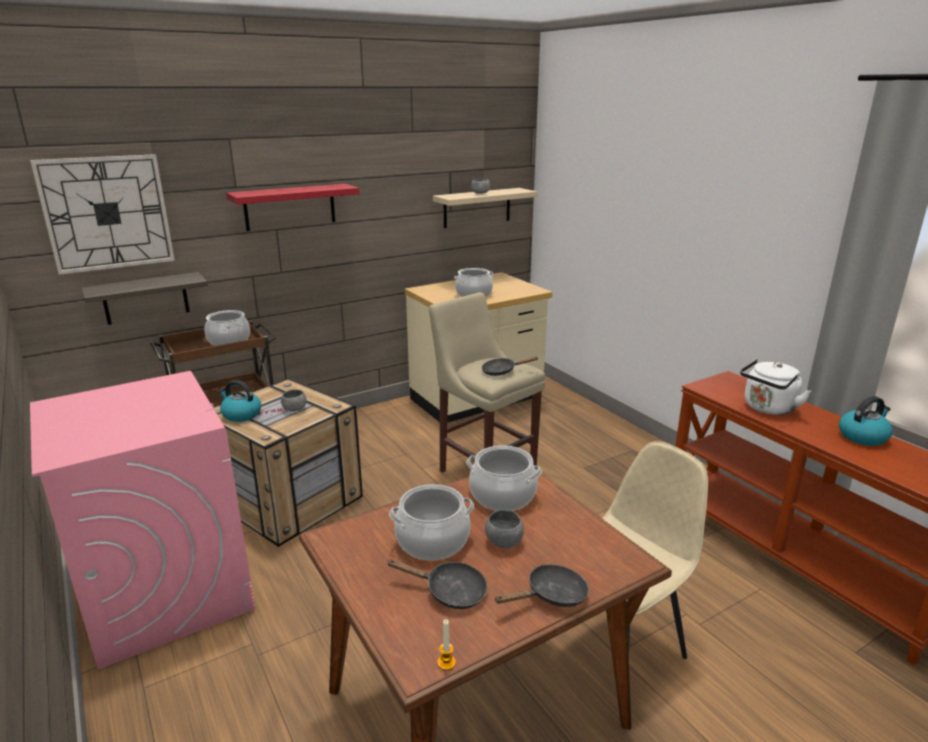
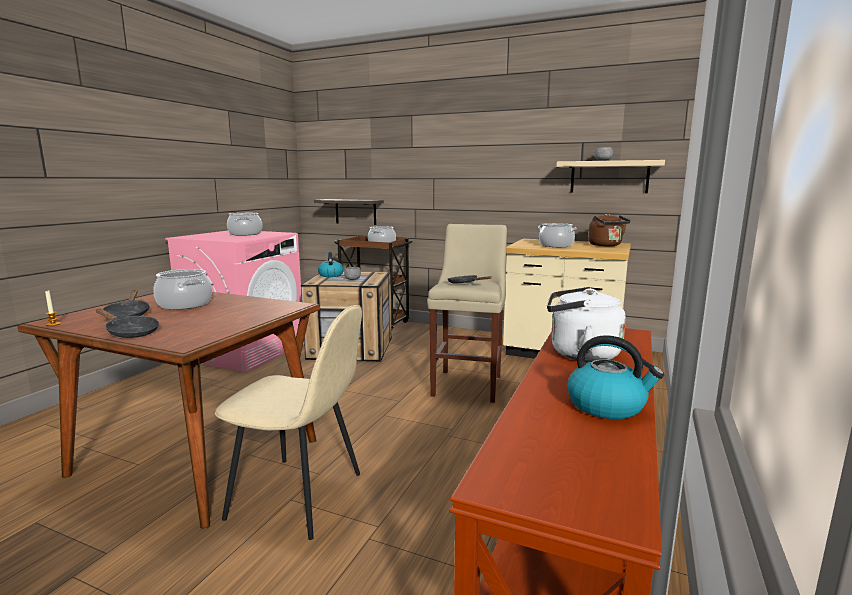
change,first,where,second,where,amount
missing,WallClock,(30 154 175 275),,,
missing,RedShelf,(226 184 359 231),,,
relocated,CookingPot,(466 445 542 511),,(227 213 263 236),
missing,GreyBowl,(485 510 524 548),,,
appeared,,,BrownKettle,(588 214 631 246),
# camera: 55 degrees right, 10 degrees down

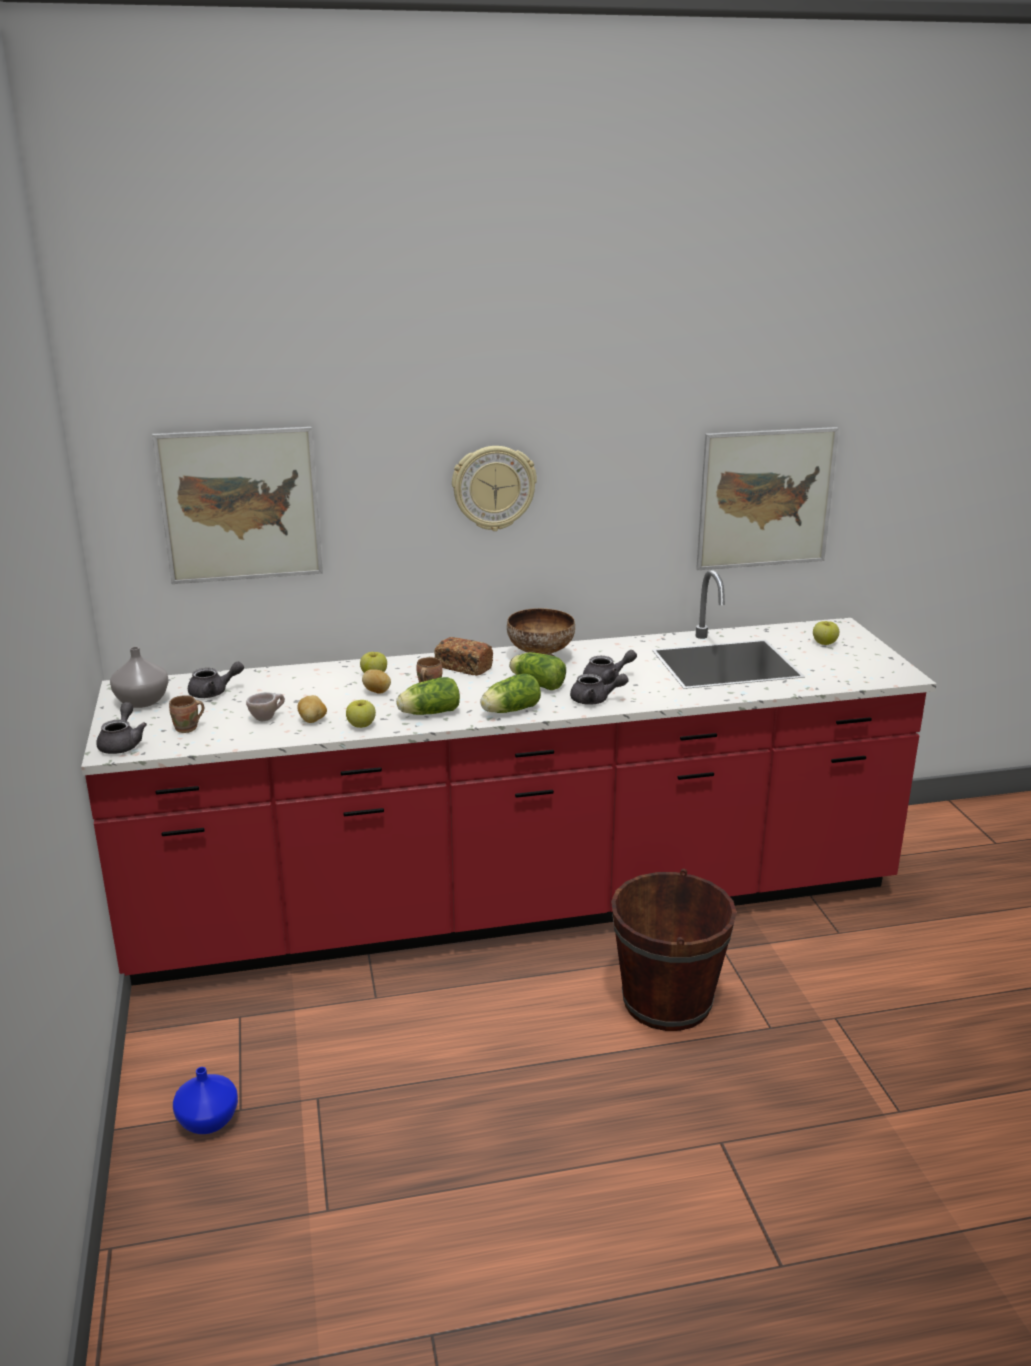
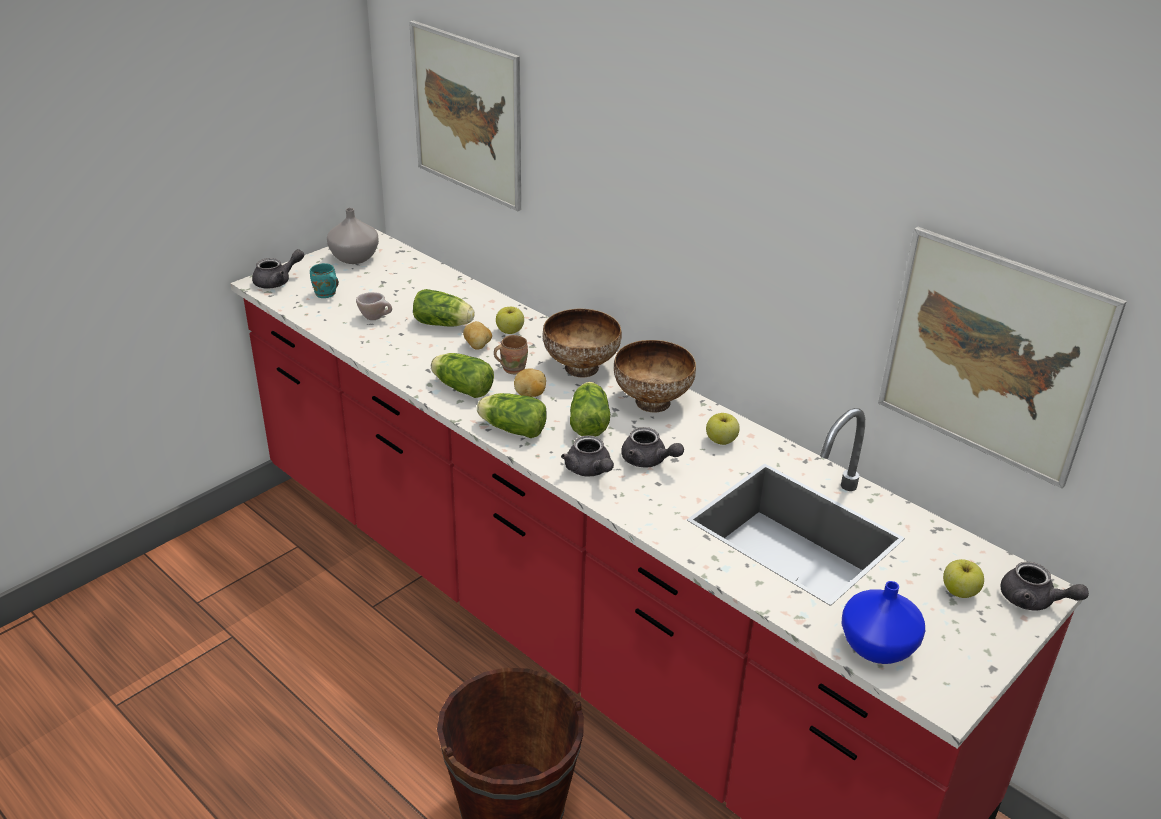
change,first,where,second,where,amount
missing,WallClock,(452 446 537 531),,,
exchanged,Bread,(434 637 493 676),Bowl,(543 309 622 377),
relocated,GreyTeapot,(188 662 244 698),,(1001 562 1089 611),
colour,BrownMug,(169 695 204 733),TurquoiseMug,(310 263 339 298),
relocated,Potato,(297 695 327 723),,(514 369 546 397),
relocated,Apple,(346 700 376 728),,(706 413 740 445),
relocated,BlueVase,(173 1067 238 1134),,(842 581 925 664),
appeared,,,Lettuce,(413 289 475 326),
# camera: 55 degrees right, 10 degrees up

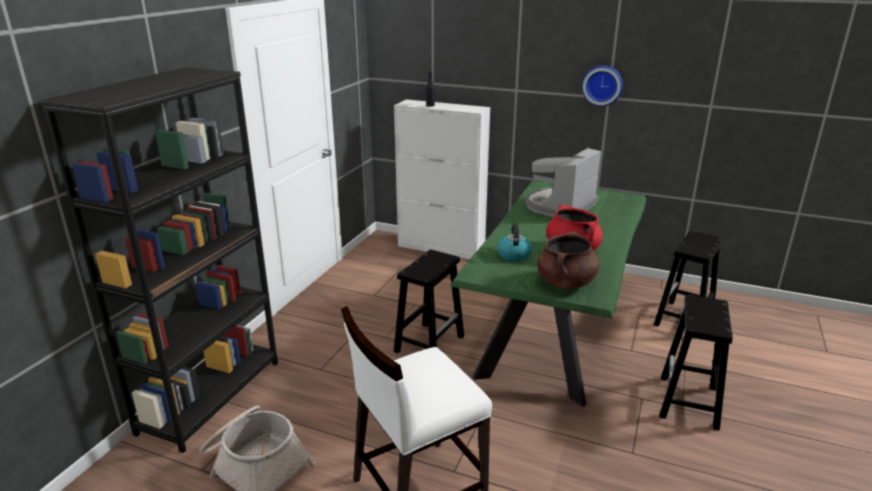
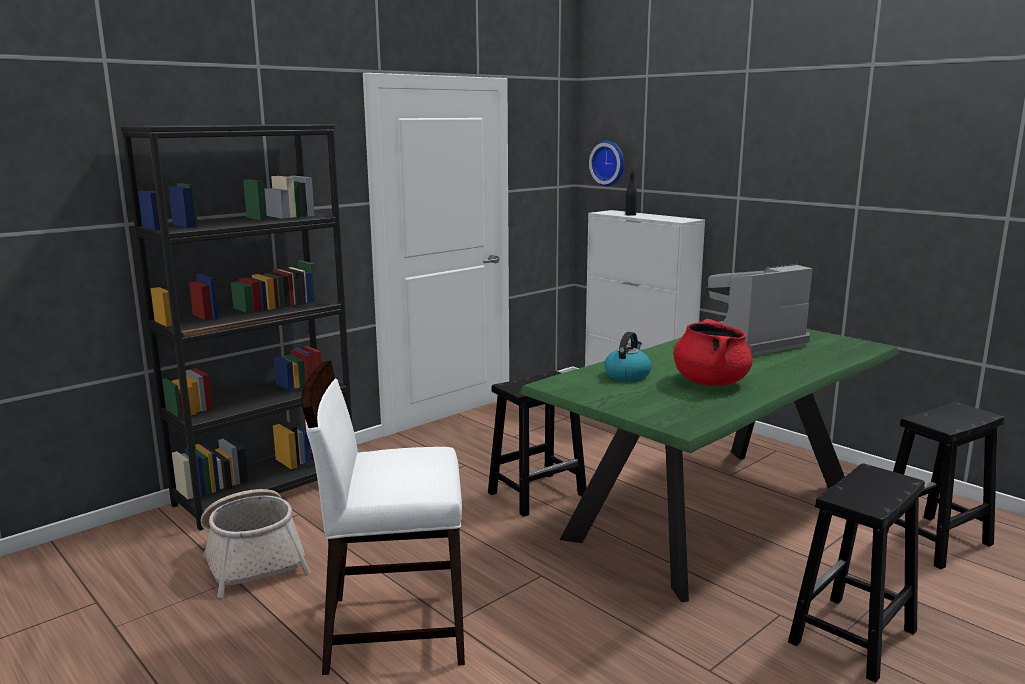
change,first,where,second,where,amount
relocated,WallClock,(582 65 623 106),,(589 141 624 186),
missing,BrownCookingPot,(537 232 599 289),,,
# camera: 25 degrees right, 10 degrees down

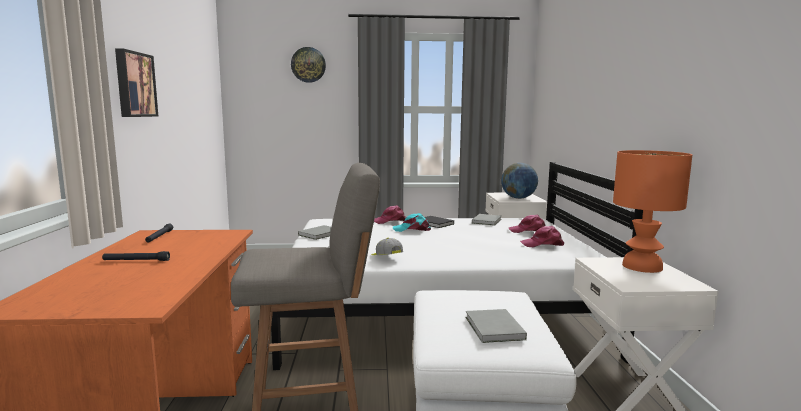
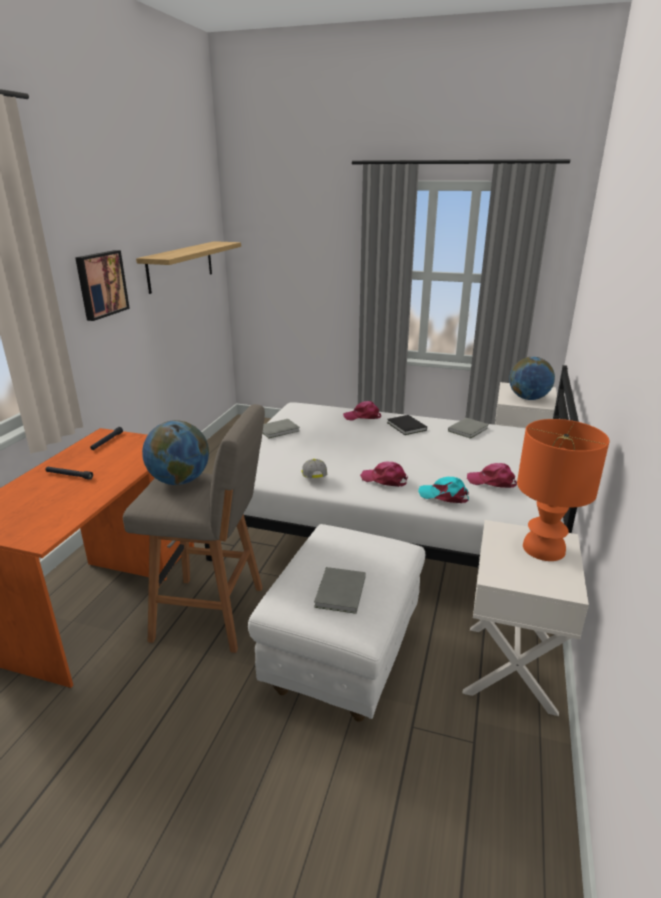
change,first,where,second,where,amount
missing,WallClock,(291 47 326 83),,,
relocated,TurquoiseCap,(393 213 431 232),,(418 477 469 503),
relocated,PinkCap,(508 215 546 233),,(360 461 408 487),
appeared,,,Shelf,(136 241 241 294),
appeared,,,Globe,(142 420 209 485),
# camera: 20 degrees right, 15 degrees up

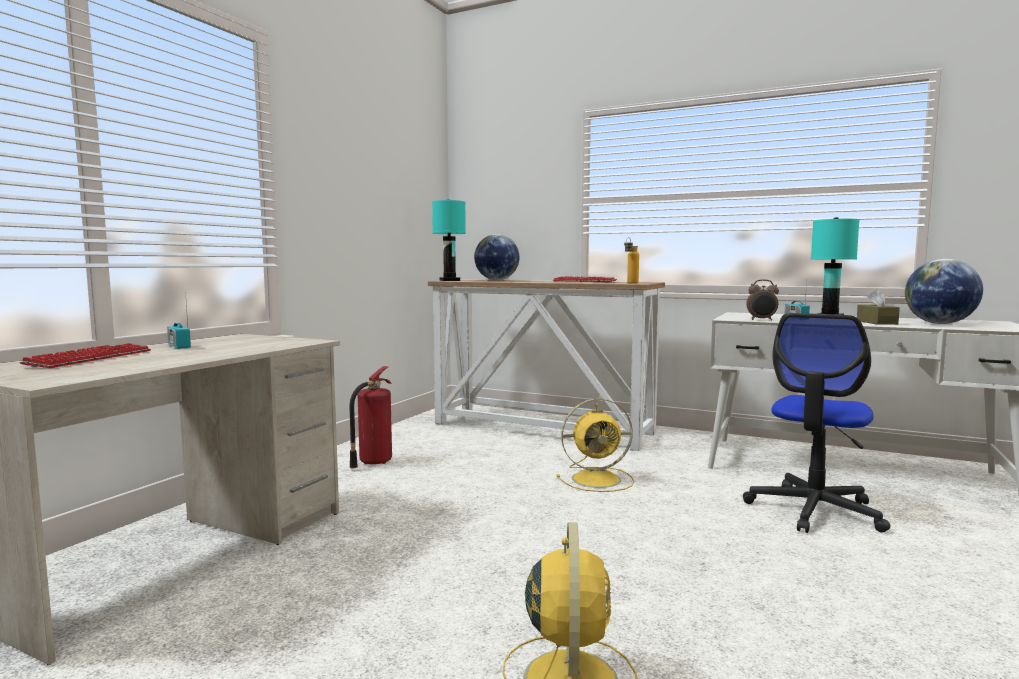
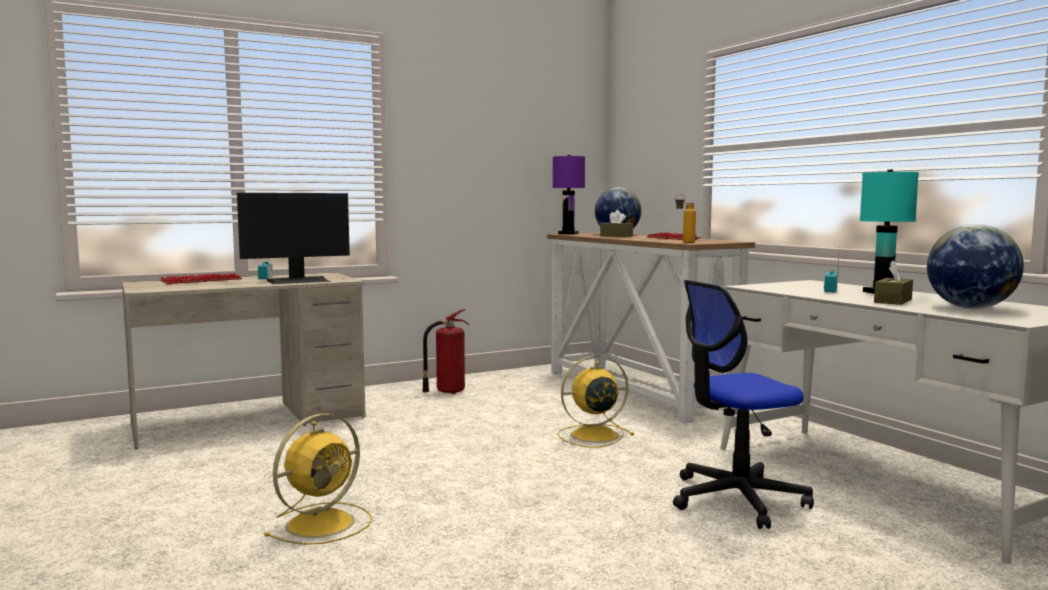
change,first,where,second,where,amount
colour,TurquoiseTableLamp,(432 200 466 281),PurpleTableLamp,(553 155 585 234),
missing,AlarmClock,(746 280 779 321),,,
spun,YellowFan,(556 398 634 492),,(558 355 635 448),135 degrees clockwise
appeared,,,Monitor,(237 193 350 284),
appeared,,,BrownTissueBox,(600 210 633 237),
# camera: 35 degrees right, 0 degrees up

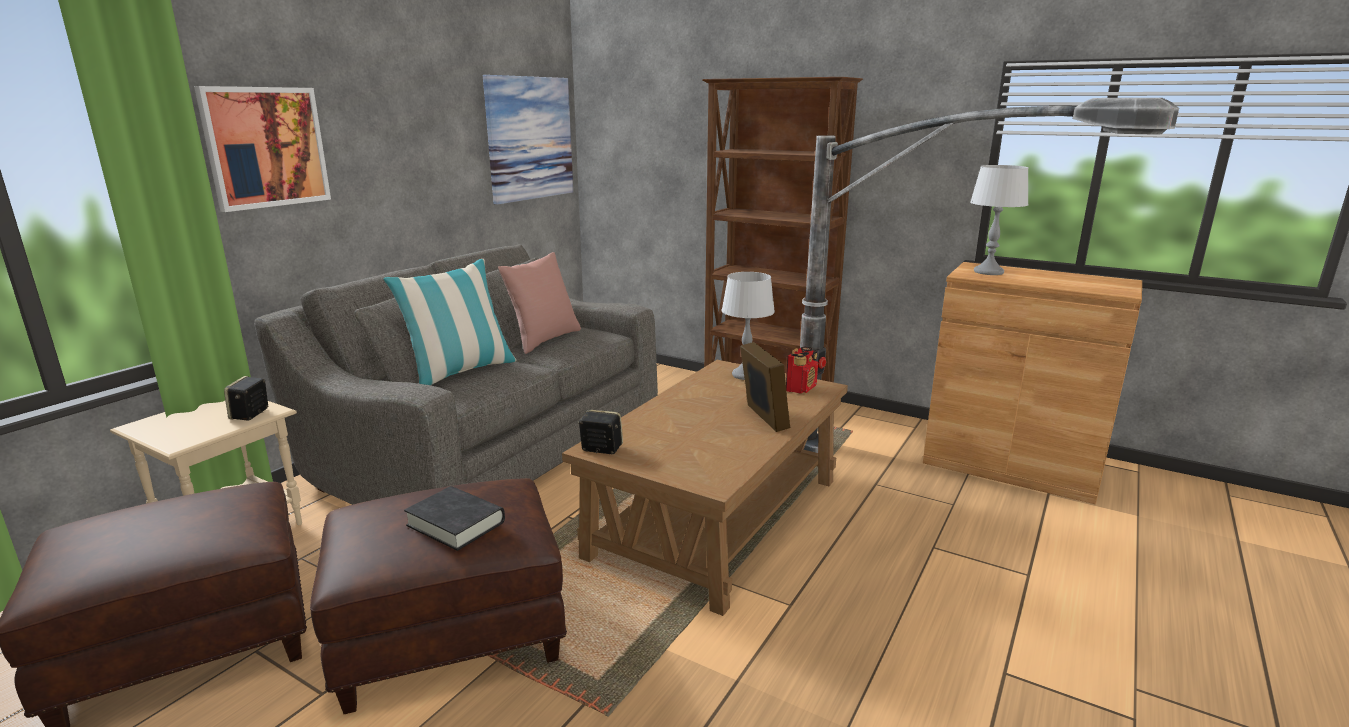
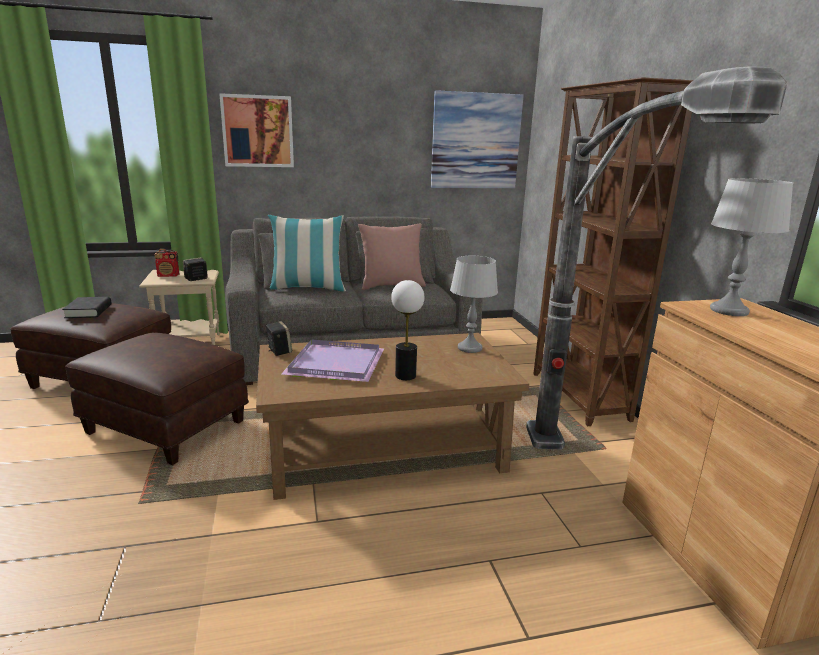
change,first,where,second,where,amount
exchanged,PictureFrame,(740 342 790 432),TableLamp,(391 280 424 380),
relocated,Radio,(786 346 818 394),,(154 249 179 277),
relocated,BlackBook,(404 486 505 551),,(62 297 112 318),
appeared,,,PurpleTray,(281 339 385 382),
# camera: 45 degrees right, 0 degrees up

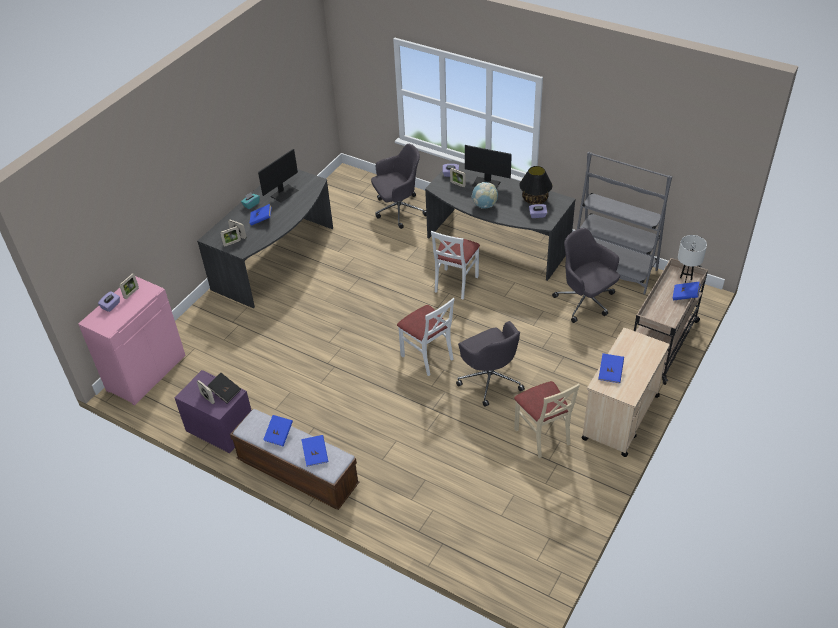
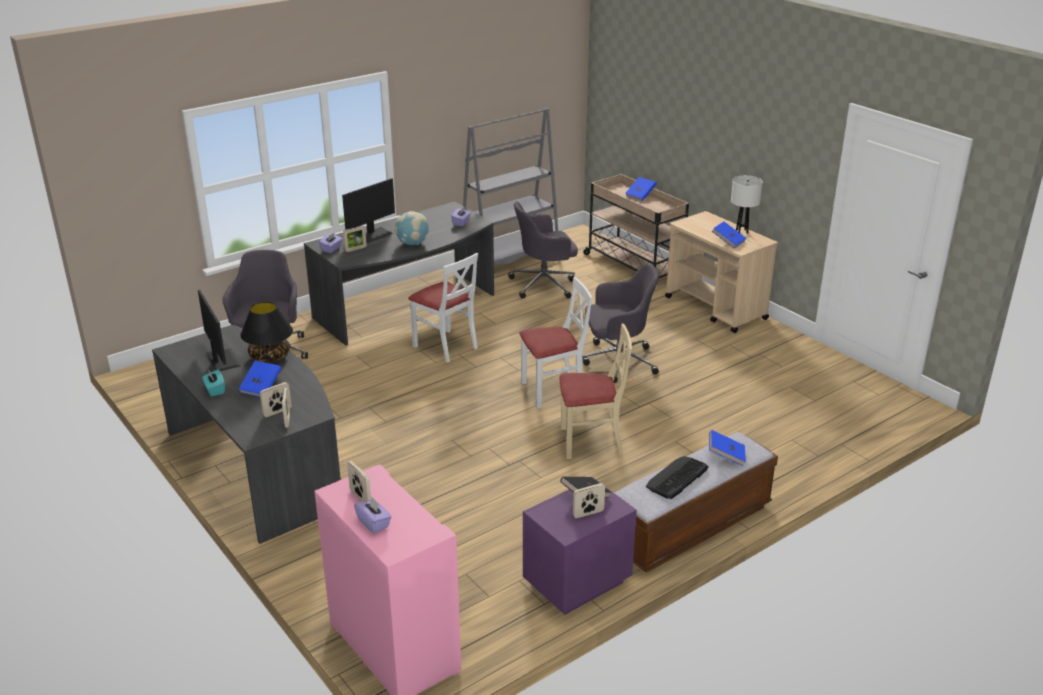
change,first,where,second,where,amount
relocated,BlackTableLamp,(519 166 552 205),,(240 302 293 363),
relocated,WhiteTableLamp,(678 235 707 283),,(731 175 763 234),
relocated,BeigeChair,(514 381 580 458),,(560 324 632 459),
exchanged,BlueBook,(263 415 293 446),Keyboard,(646 456 708 499),
# camera: 70 degrees left, 15 degrees down

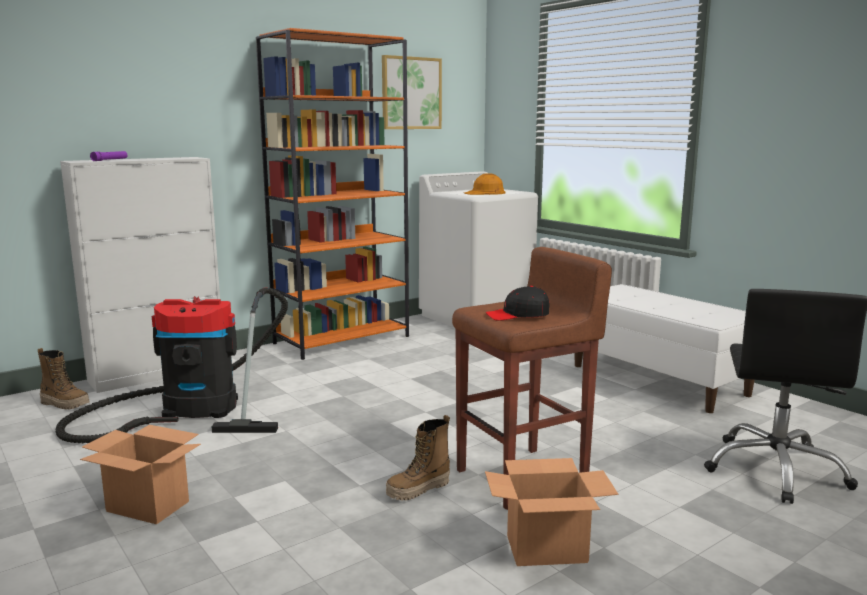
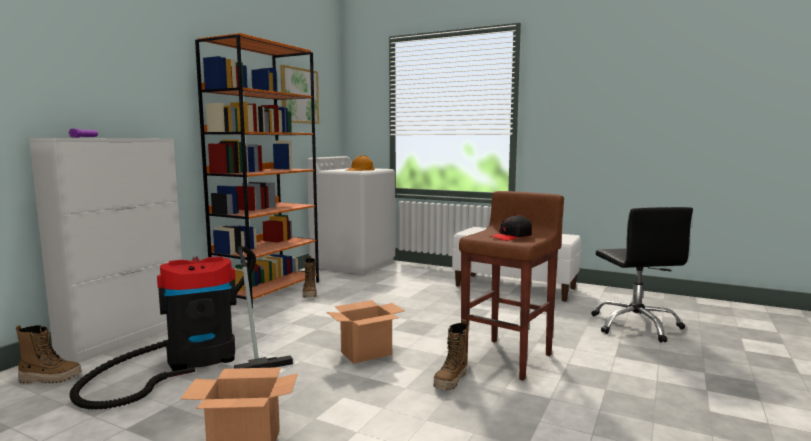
change,first,where,second,where,amount
relocated,CardboardBox,(485 458 619 566),,(327 300 405 364),
appeared,,,Boot,(302 256 317 298),
# camera: 25 degrees left, 5 degrees down

